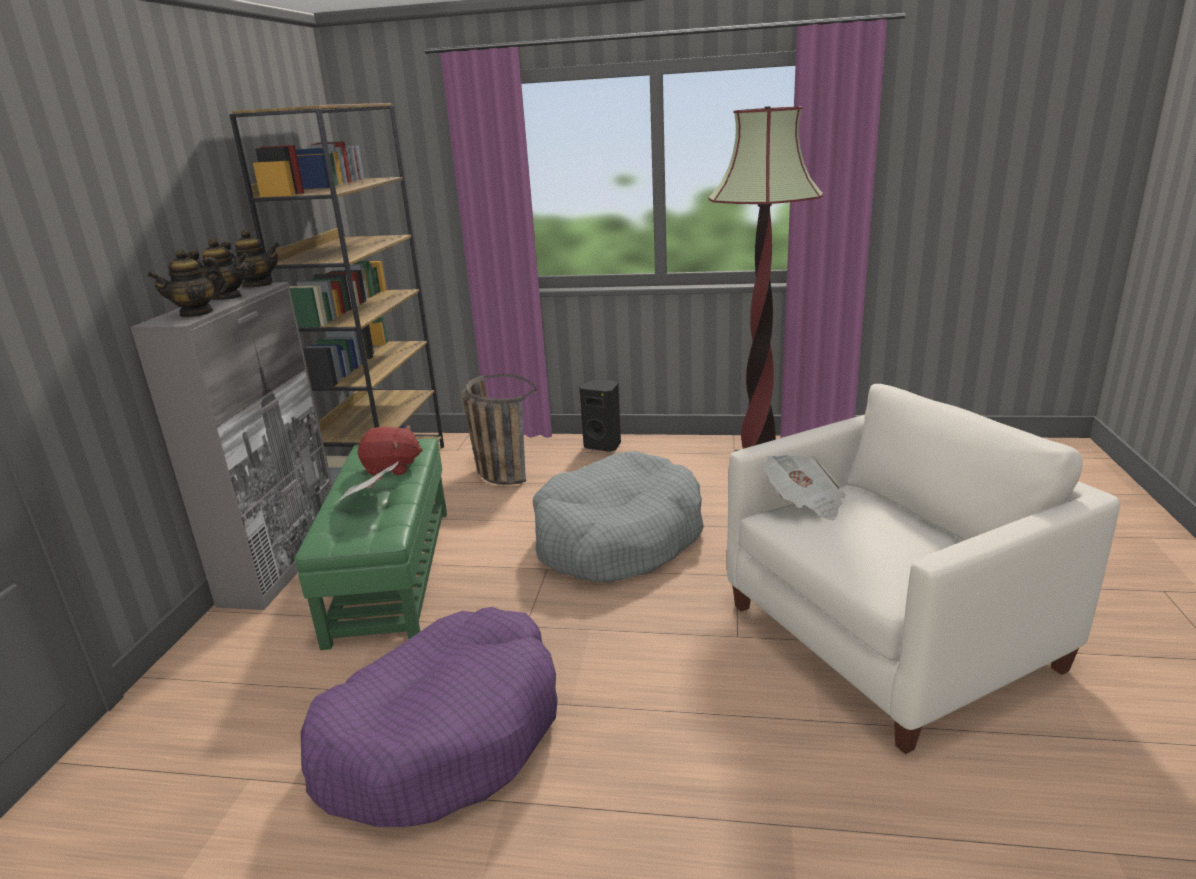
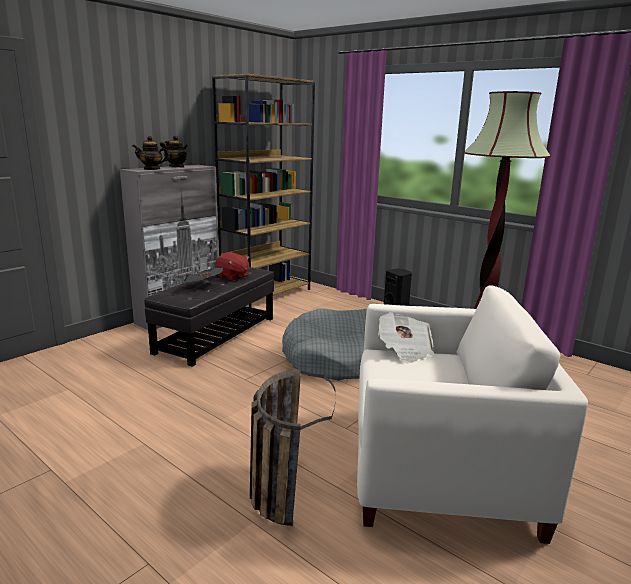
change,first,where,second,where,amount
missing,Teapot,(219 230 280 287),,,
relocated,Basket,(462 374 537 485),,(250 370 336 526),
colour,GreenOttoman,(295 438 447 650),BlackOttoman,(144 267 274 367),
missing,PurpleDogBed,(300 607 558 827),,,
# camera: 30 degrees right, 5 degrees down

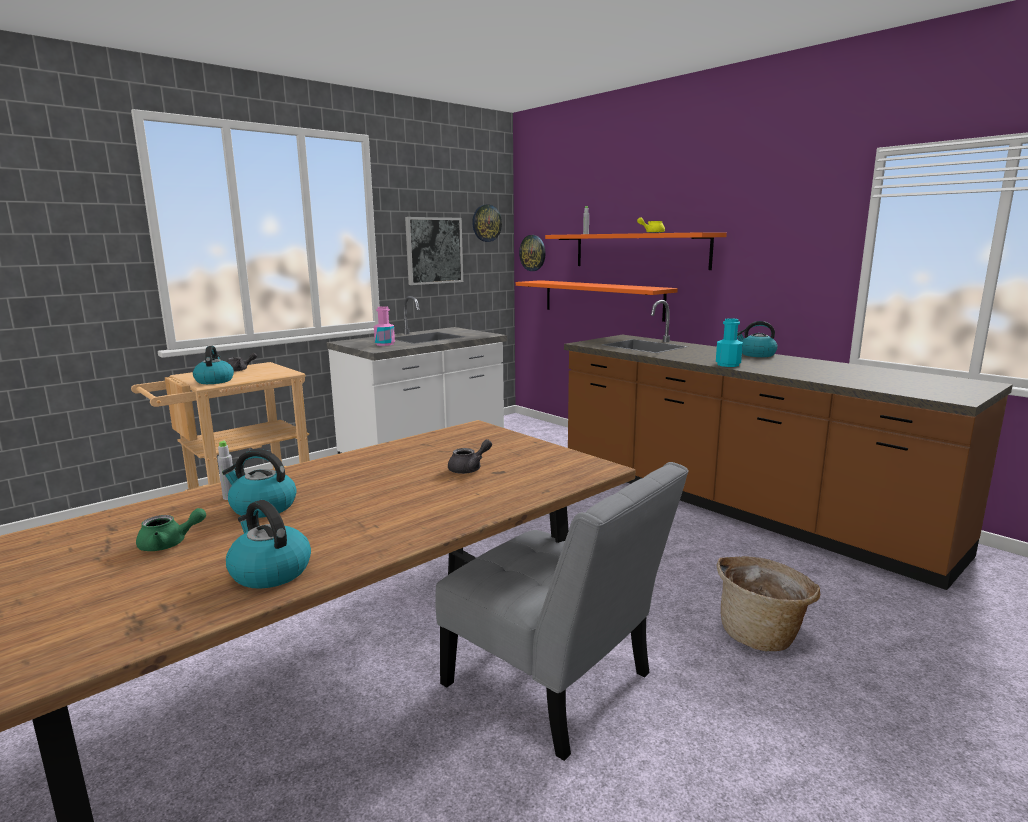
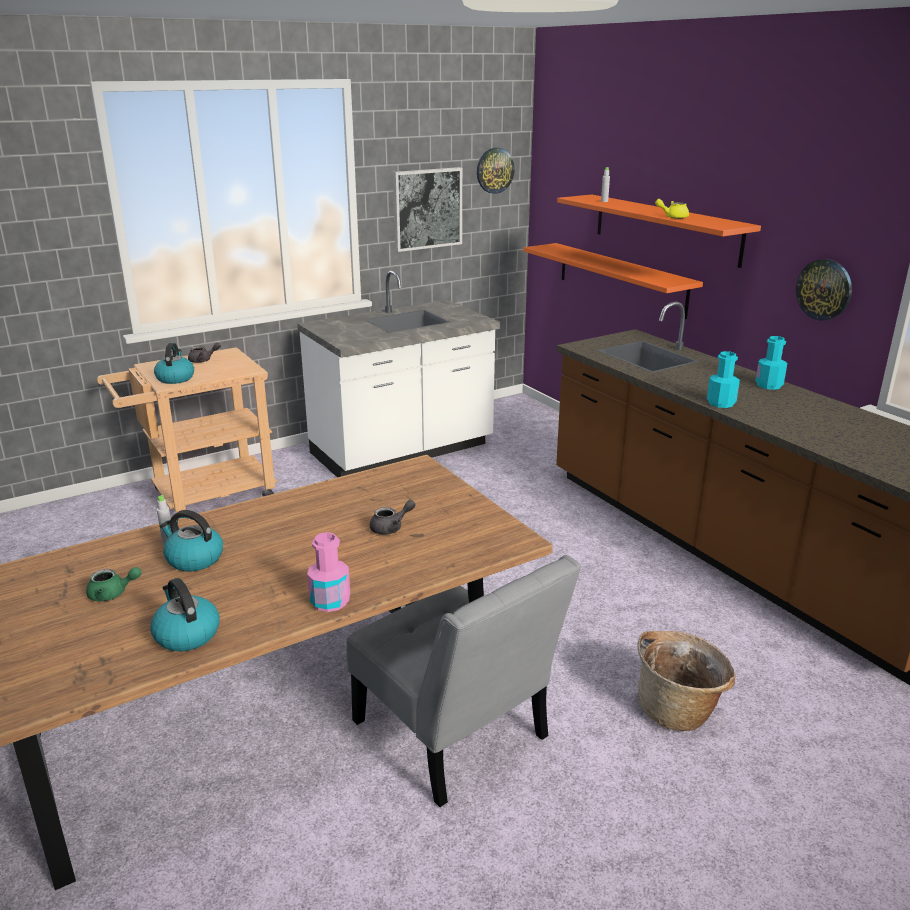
change,first,where,second,where,amount
relocated,WallClock,(519 235 546 271),,(796 259 852 321),
relocated,PinkBottle,(374 306 395 346),,(307 532 350 612),
exchanged,Kettle,(737 321 778 357),TurquoiseBottle,(755 336 787 390),
# camera: 10 degrees right, 10 degrees up

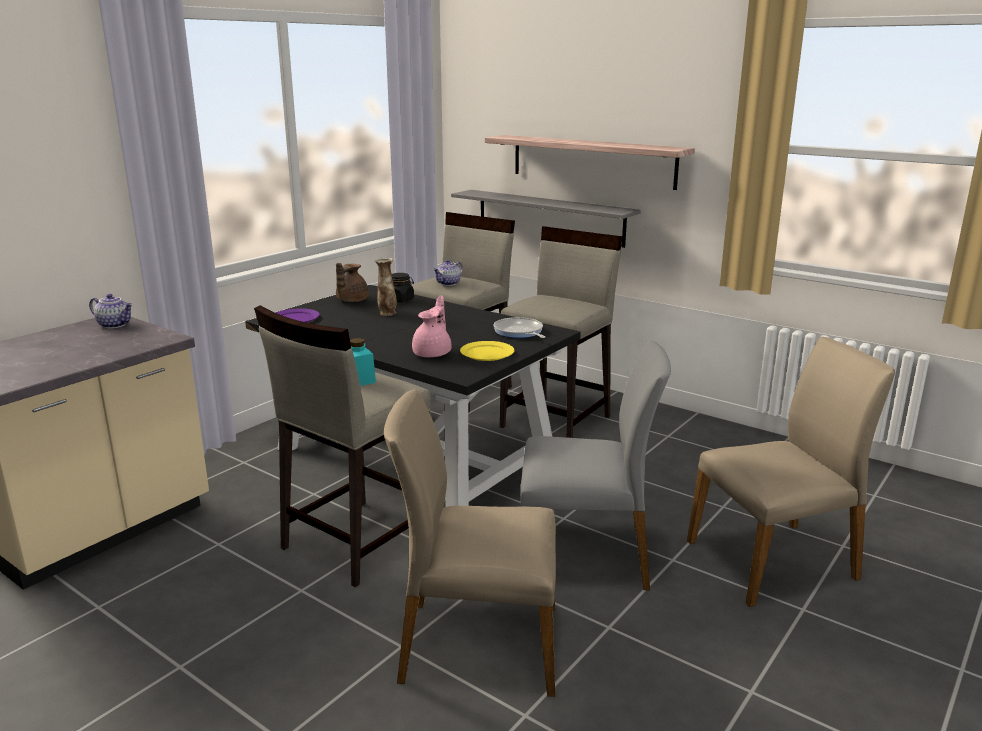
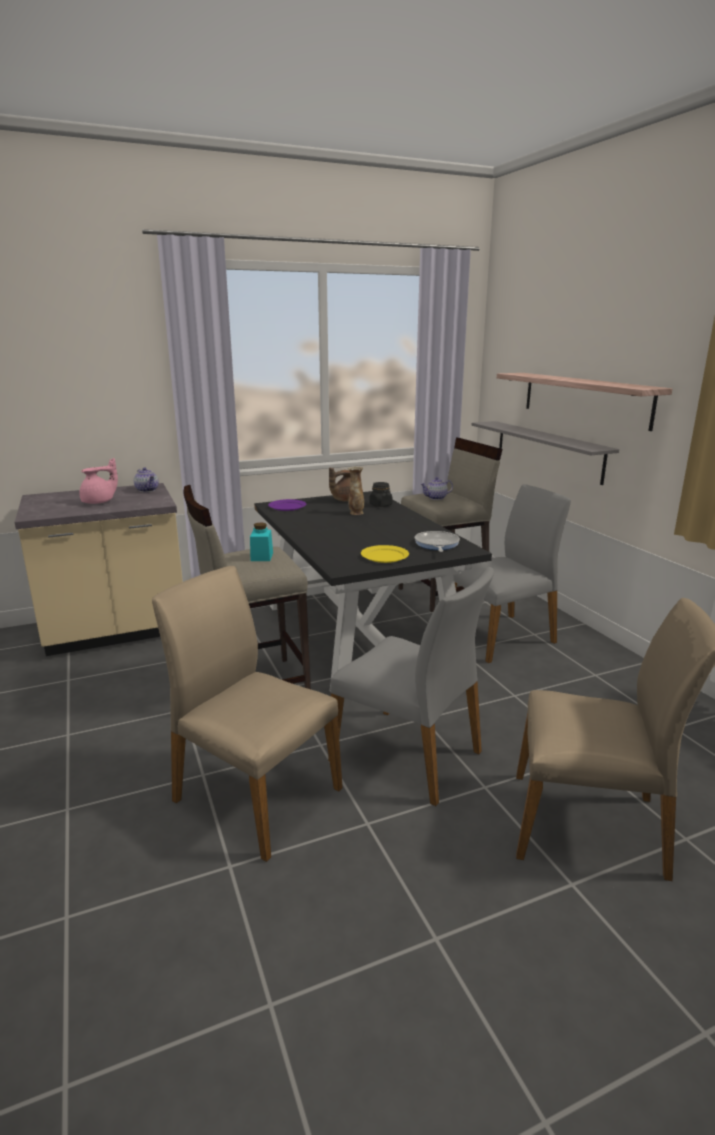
change,first,where,second,where,amount
exchanged,BeigeStool,(500 226 623 438),GreyChair,(453 484 571 663),
relocated,PinkTeapot,(412 295 451 357),,(79 458 118 504),
# camera: 30 degrees right, 0 degrees up

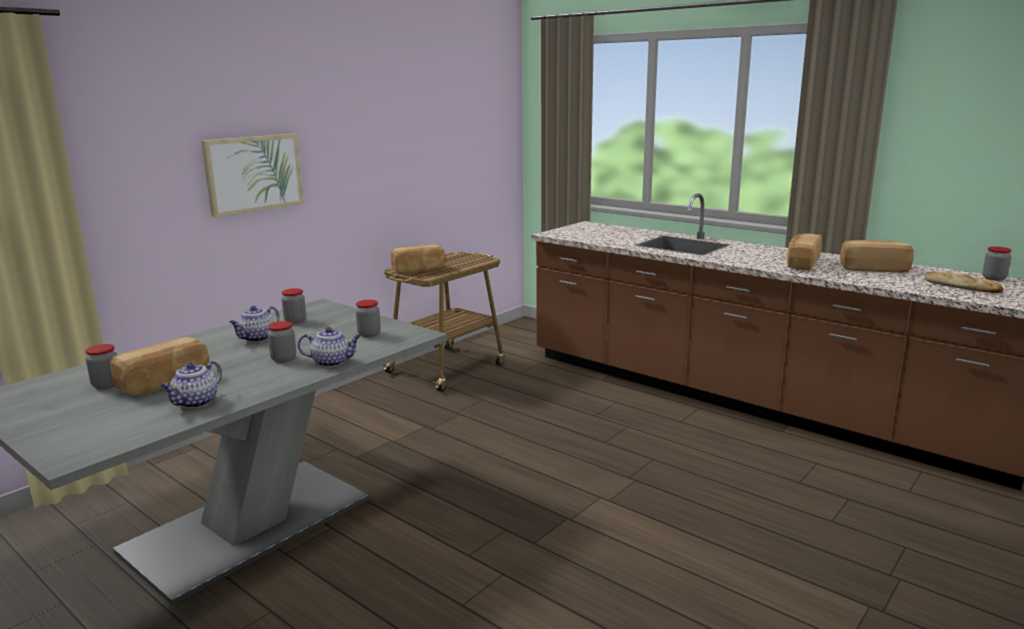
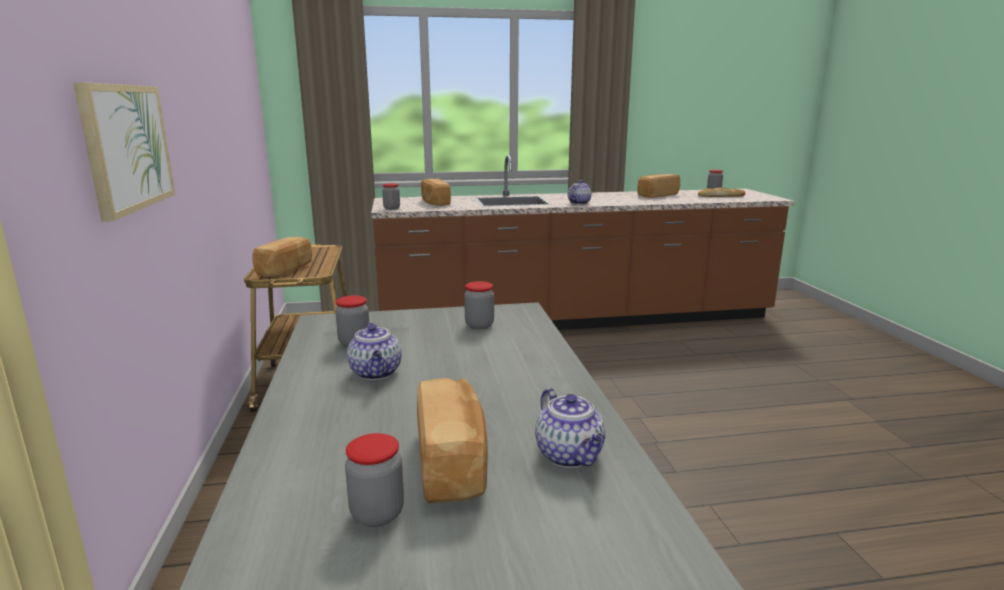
change,first,where,second,where,amount
relocated,Bread,(787 234 822 271),,(421 179 451 206),
relocated,Jar,(267 321 296 363),,(382 183 400 210),
relocated,Teapot,(298 327 361 367),,(568 180 592 205),
# camera: 50 degrees left, 0 degrees up

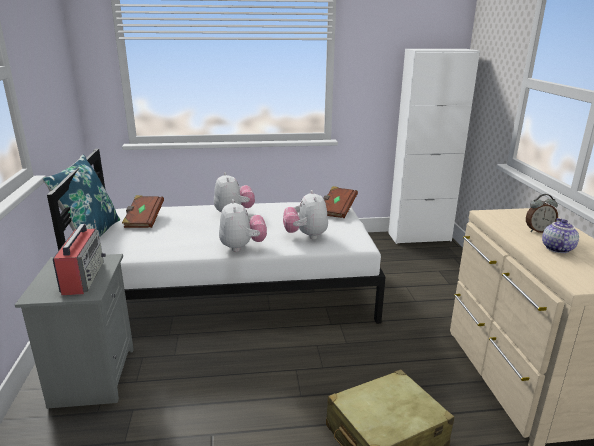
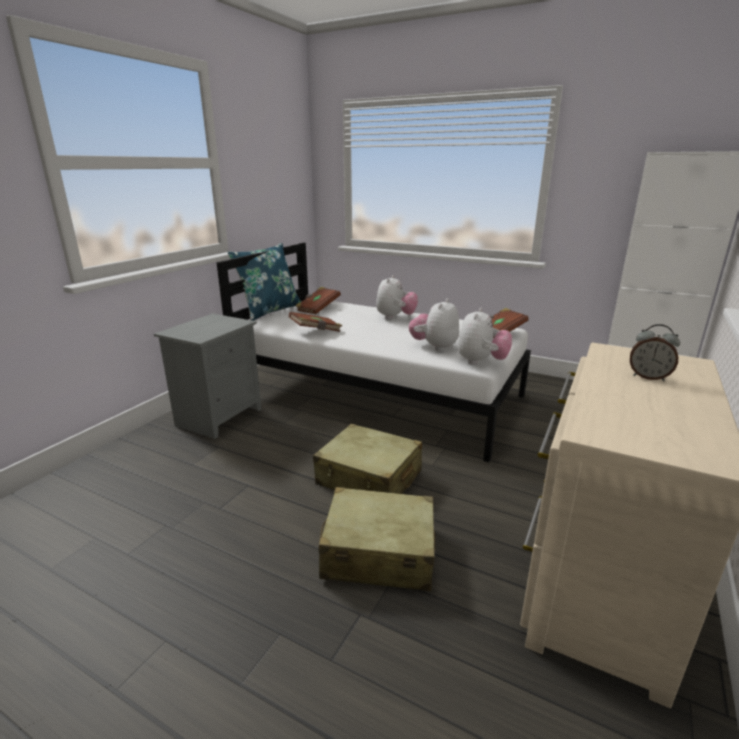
change,first,where,second,where,amount
relocated,PlushToy,(219 199 267 252),,(457 308 512 365),
missing,Teapot,(542 218 579 253),,,
missing,Radio,(53 220 106 295),,,
appeared,,,BrownBook,(289 312 342 332),
appeared,,,BeigeSuitcase,(313 424 422 494),
# camera: 35 degrees right, 0 degrees up

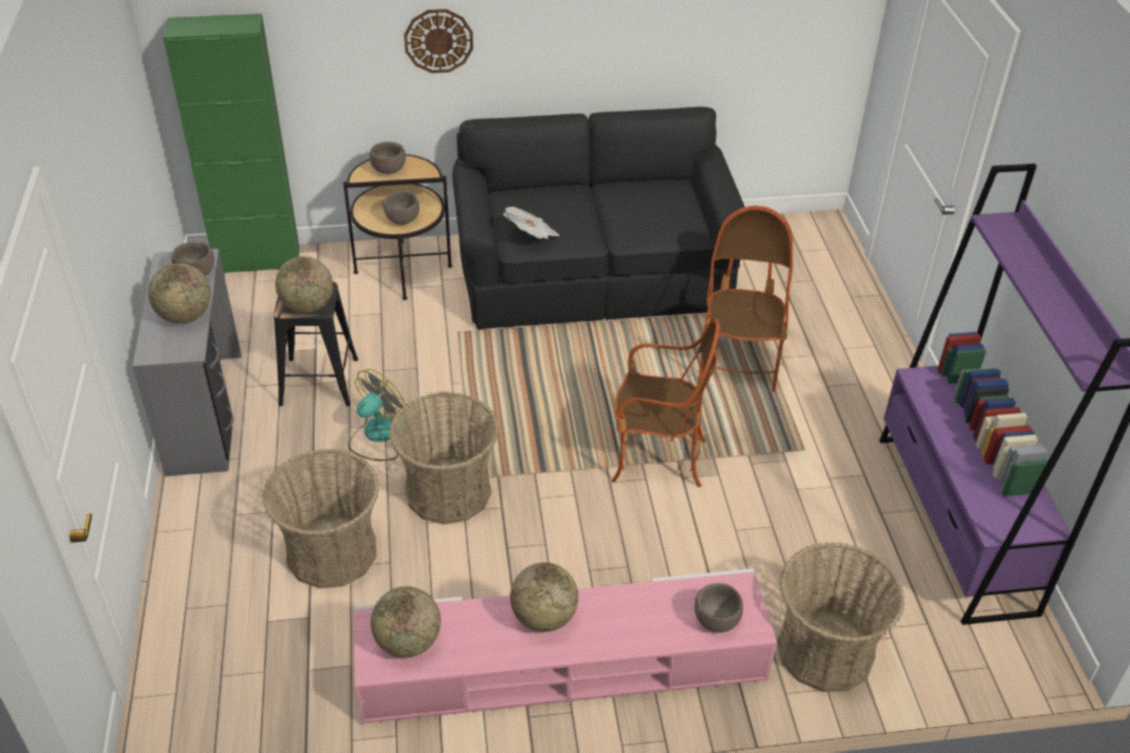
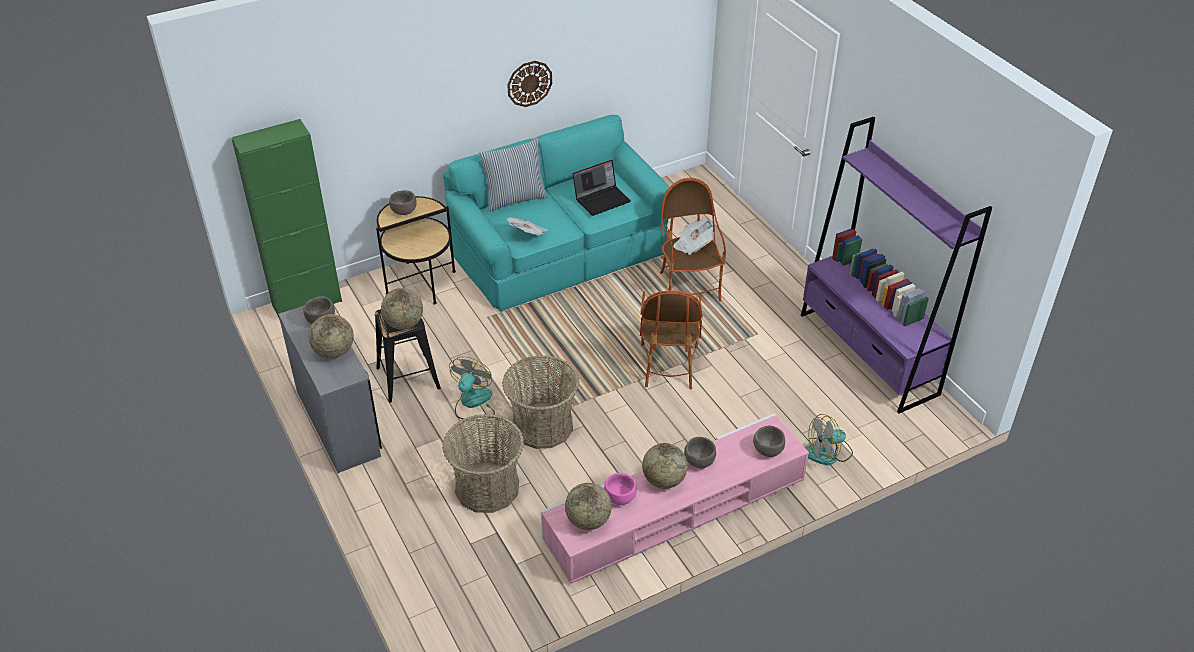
change,first,where,second,where,amount
relocated,WallClock,(404 9 473 73),,(507 61 552 107),
colour,BlackSofa,(452 107 745 329),TurquoiseSofa,(443 115 670 311),
relocated,BrownBowl,(383 191 419 225),,(684 437 716 468),
spun,Armchair,(612 318 720 487),,(640 290 703 389),105 degrees clockwise
exchanged,Basket,(777 542 905 692),Fan,(805 414 853 465),
appeared,,,Pillow,(479 138 548 212),
appeared,,,Laptop,(572 160 631 216),
appeared,,,Newspaper,(673 219 714 255),
appeared,,,PinkBowl,(604 473 637 505),
# camera: 20 degrees left, 0 degrees up

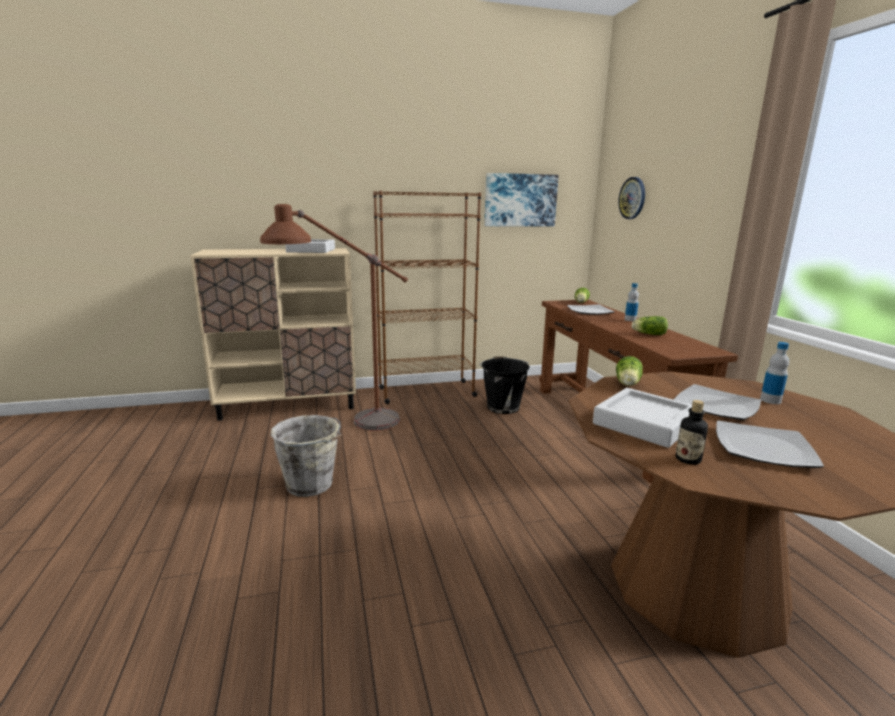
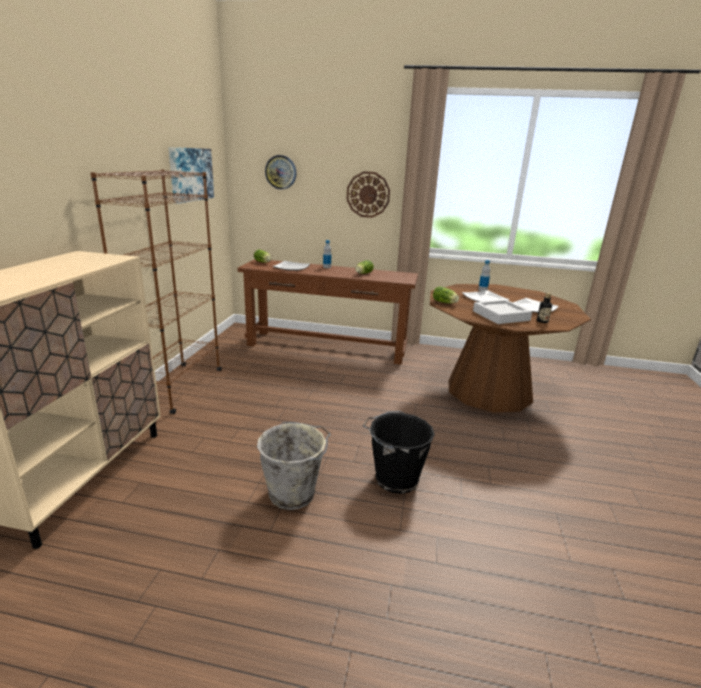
change,first,where,second,where,amount
missing,BrownFloorLamp,(260 204 408 431),,,
missing,GreyTray,(285 239 335 253),,,
relocated,BlackBucket,(479 356 530 414),,(363 411 435 494),
appeared,,,WallClock,(347 171 390 218),
# camera: 65 degrees left, 5 degrees up

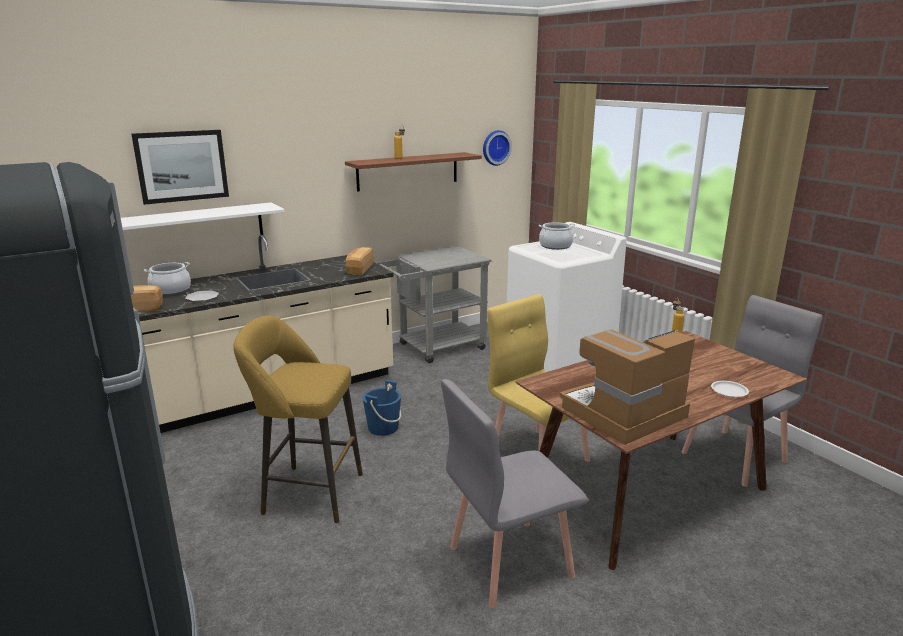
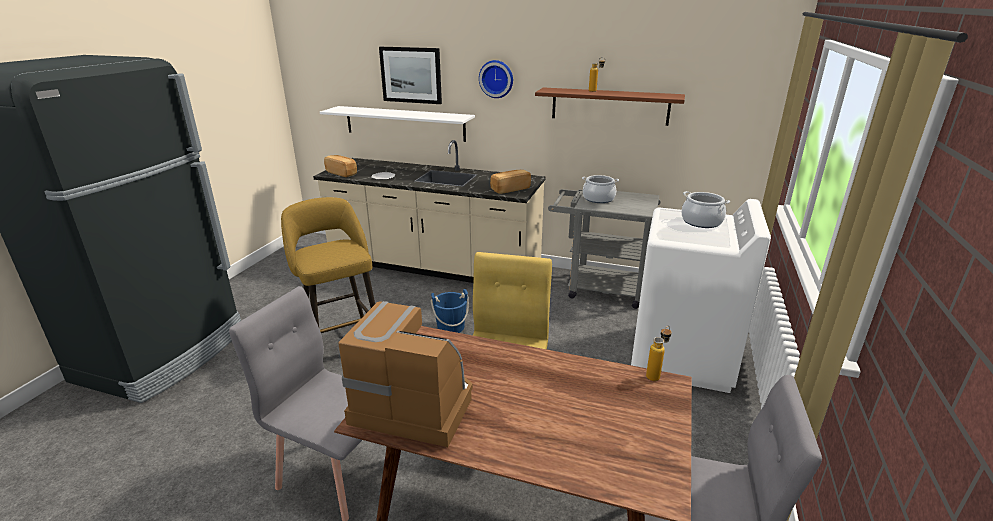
change,first,where,second,where,amount
relocated,WallClock,(483 130 512 166),,(479 60 513 98),
relocated,CookingPot,(144 262 191 296),,(582 175 619 203),
missing,WhitePlate,(711 381 749 397),,,
# camera: 50 degrees right, 5 degrees up

